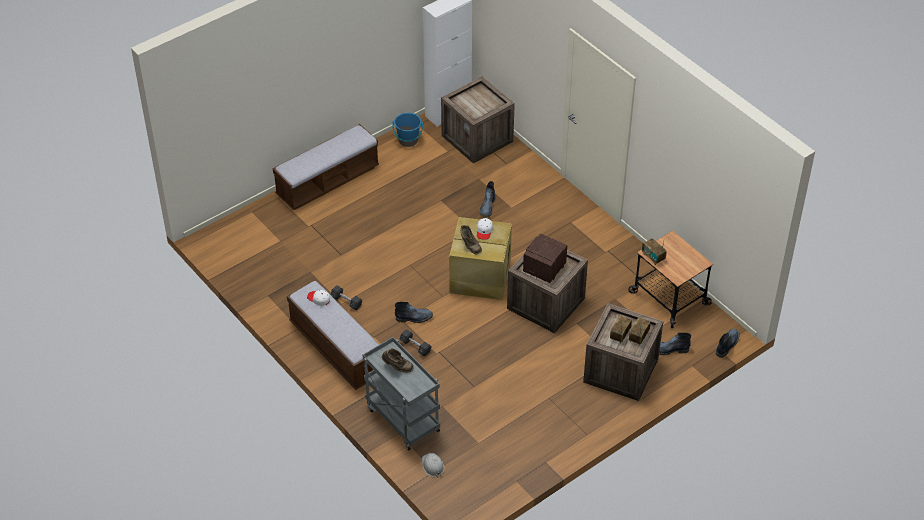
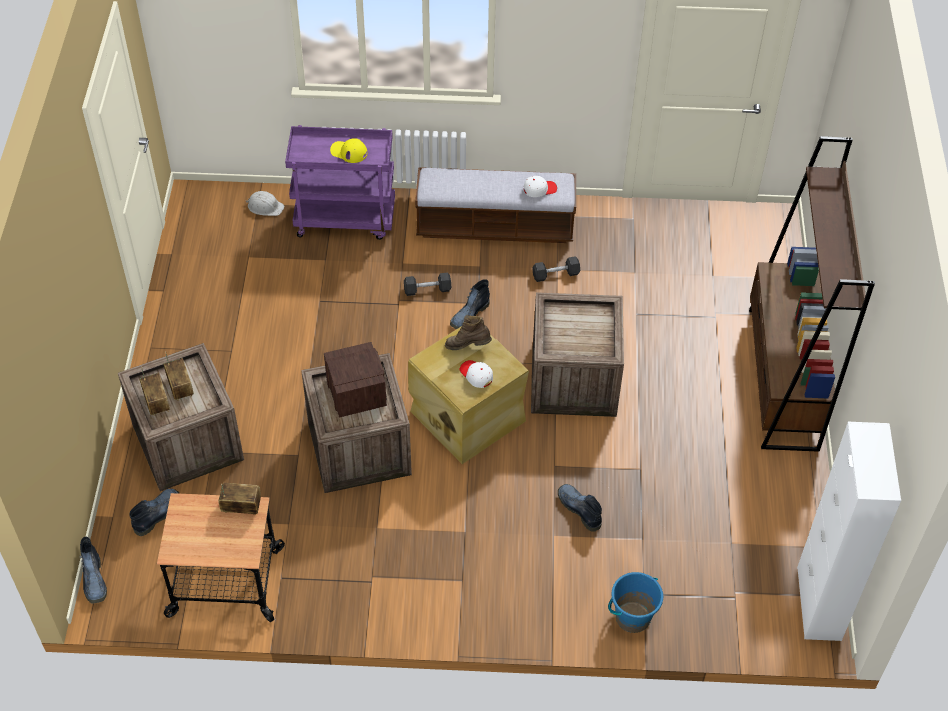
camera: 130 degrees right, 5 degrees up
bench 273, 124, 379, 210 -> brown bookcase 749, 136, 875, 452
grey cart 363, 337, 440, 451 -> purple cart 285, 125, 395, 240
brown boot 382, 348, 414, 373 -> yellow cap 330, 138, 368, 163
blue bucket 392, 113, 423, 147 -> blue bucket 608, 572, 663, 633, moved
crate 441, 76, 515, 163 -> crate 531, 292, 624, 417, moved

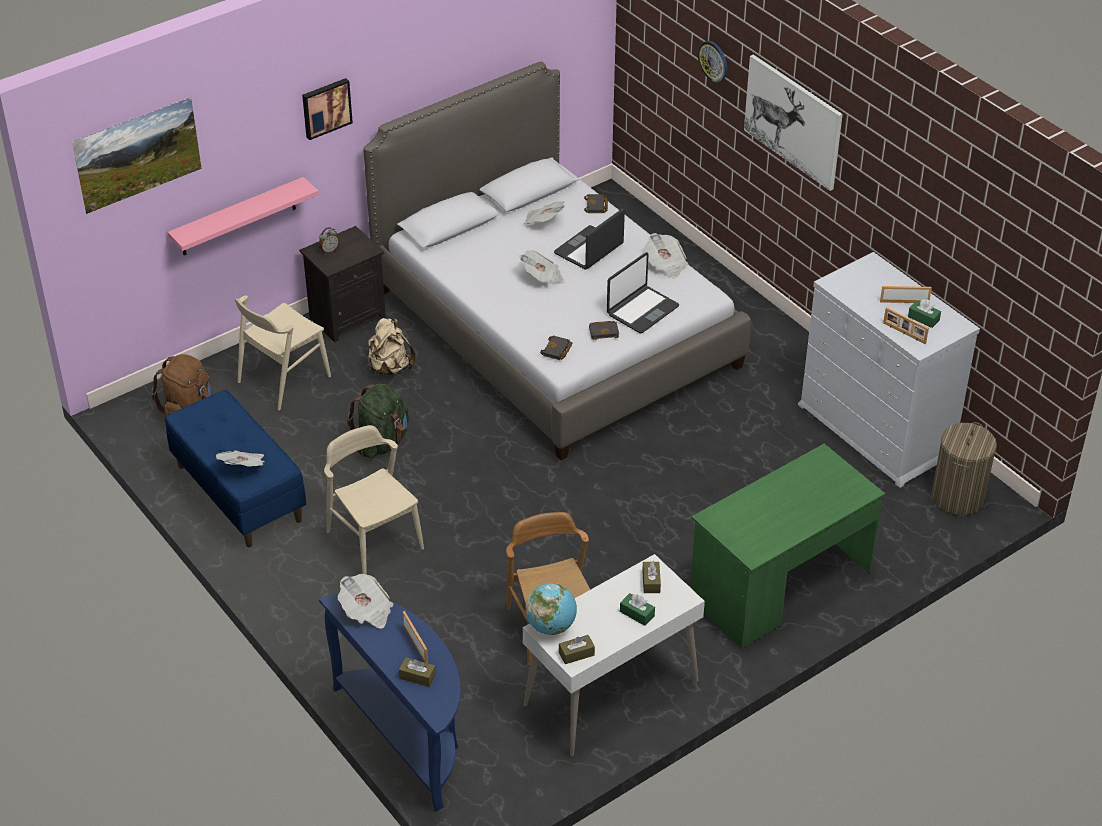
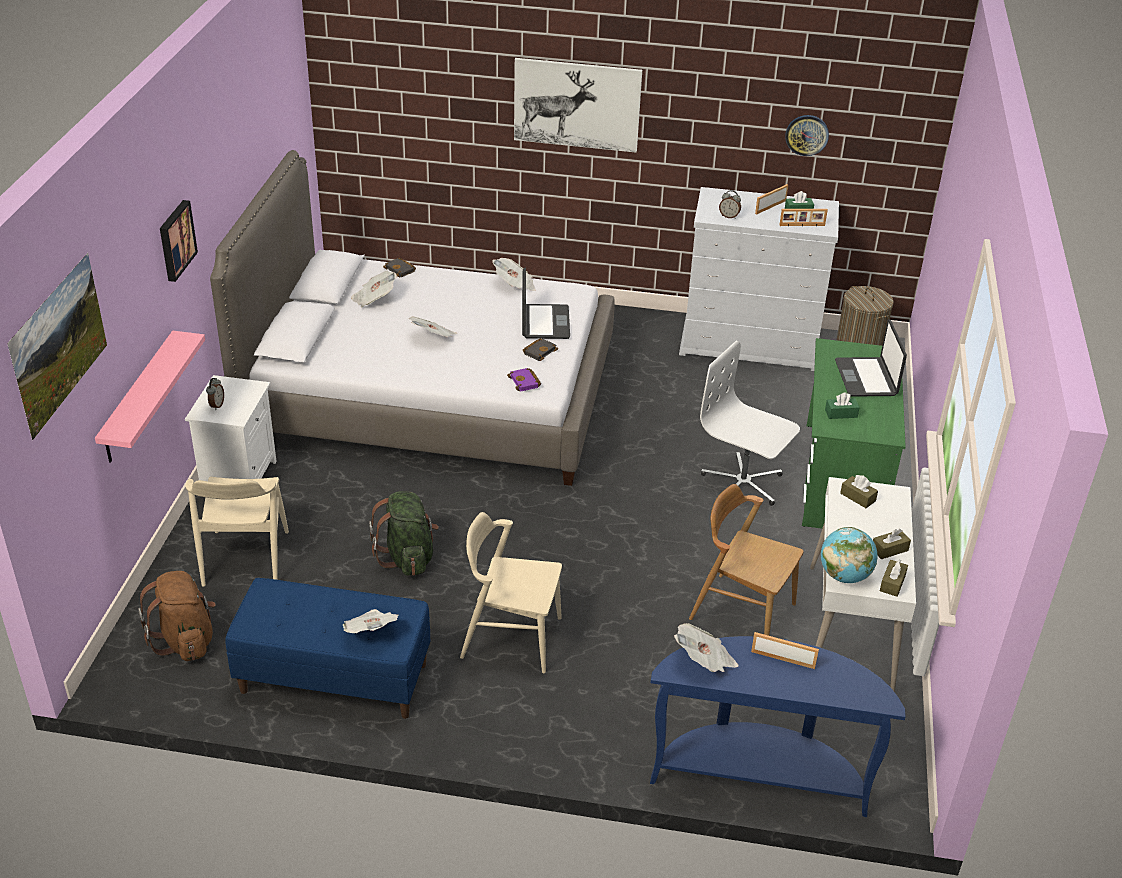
camera: 45 degrees left, 5 degrees down
black nightstand 299, 226, 386, 343 -> white nightstand 185, 375, 276, 481
beige backpack 368, 318, 416, 375 -> none
brown tissue box 399, 657, 436, 687 -> brown tissue box 873, 529, 911, 559, moved
black book 540, 336, 573, 360 -> purple book 507, 368, 541, 392
laptop 554, 208, 625, 269 -> laptop 835, 319, 907, 397, moved
green tissue box 620, 593, 655, 626 -> green tissue box 825, 392, 860, 419, moved
wall clock 698, 41, 727, 82 -> wall clock 785, 115, 829, 156, moved
none -> white office chair 700, 341, 800, 506
none -> alarm clock 719, 190, 741, 219

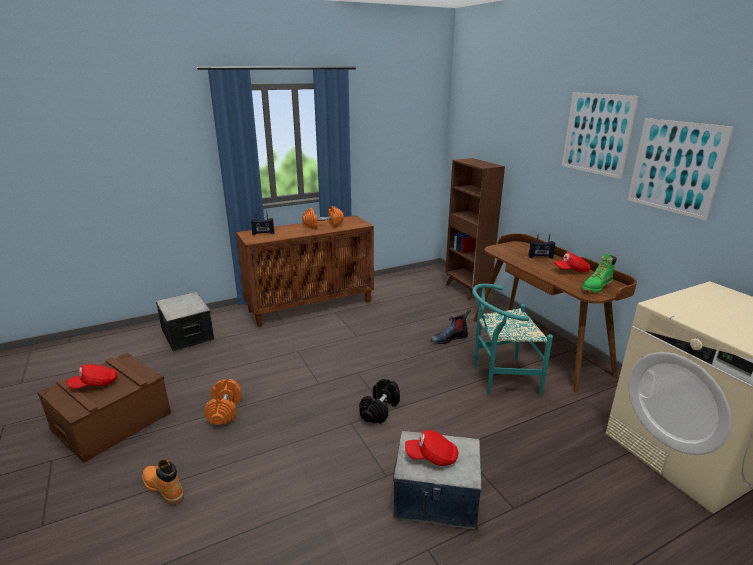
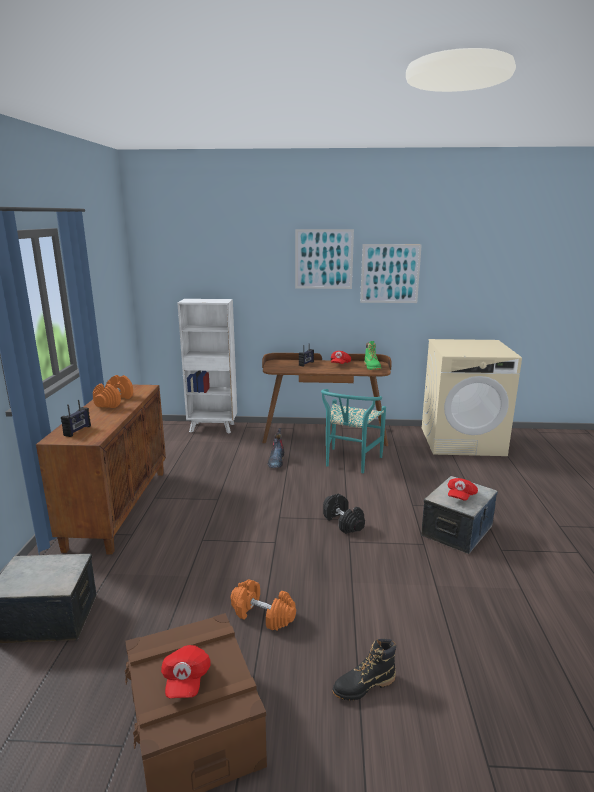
camera: 60 degrees left, 5 degrees down
orange boot 142, 459, 184, 505 -> black boot 333, 639, 396, 700
brown bookcase 445, 158, 505, 300 -> white bookcase 177, 299, 237, 434

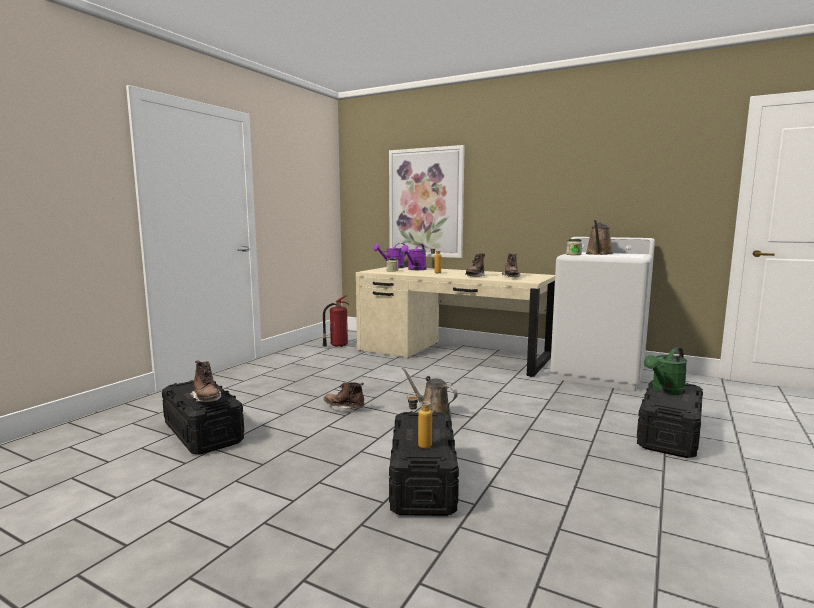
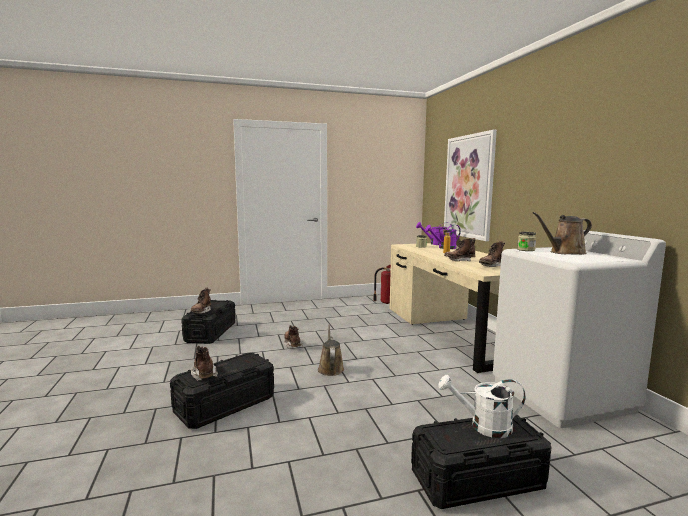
camera: 45 degrees right, 0 degrees up
bottle 407, 392, 432, 449 -> brown boot 191, 346, 218, 381
green watering can 644, 347, 687, 395 -> white watering can 438, 375, 526, 438

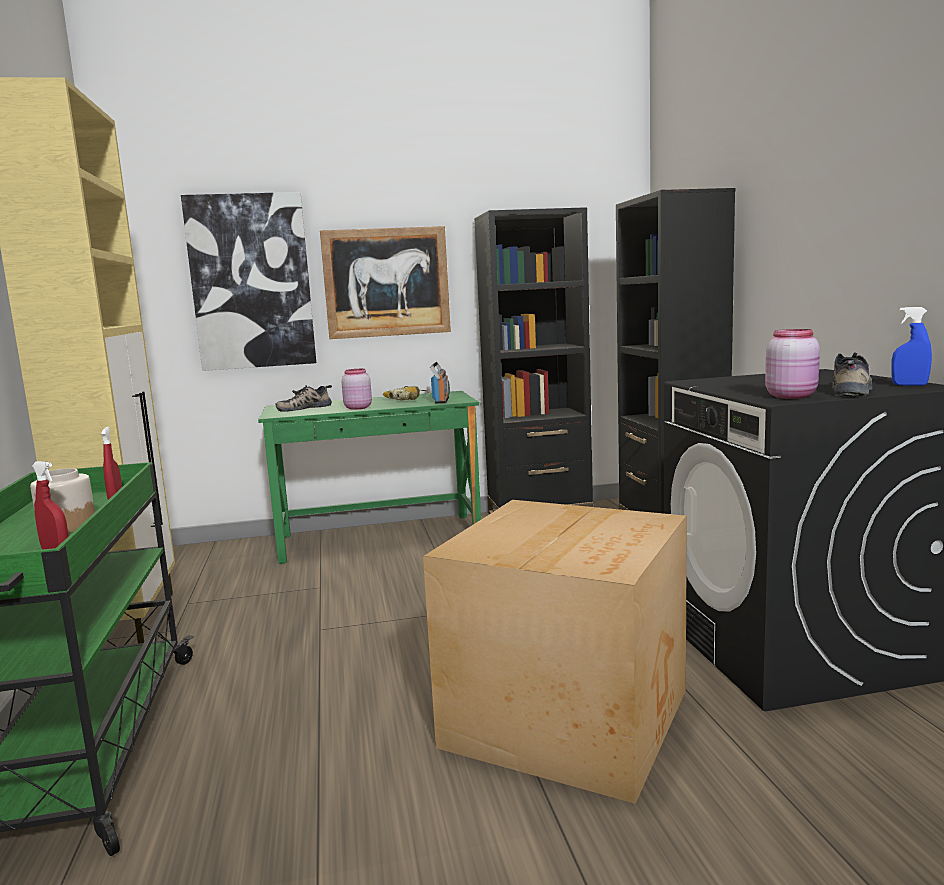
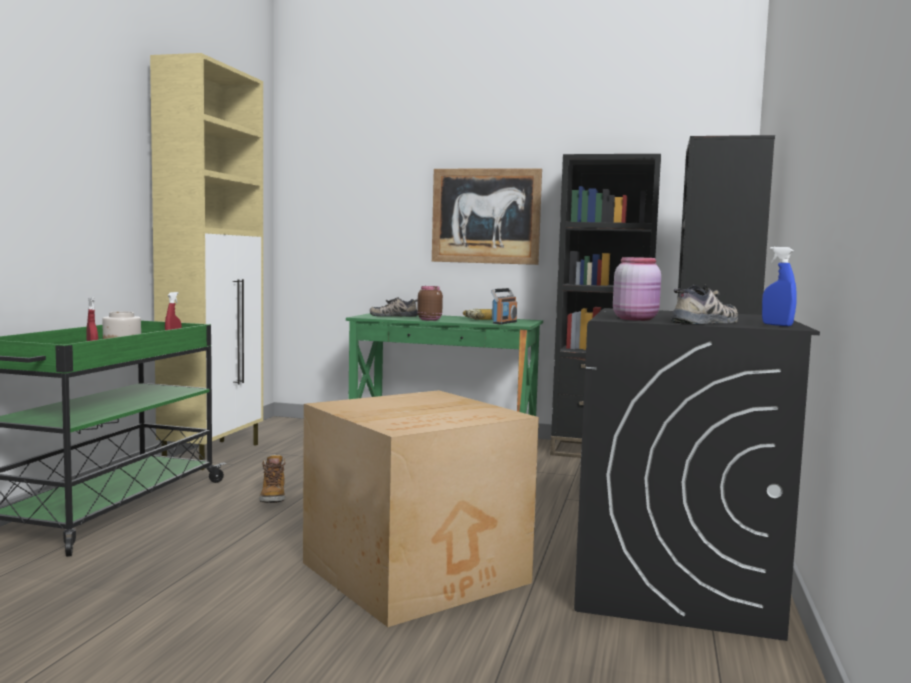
camera: 25 degrees right, 5 degrees down
picture 181, 192, 316, 371 -> none
pink jar 341, 369, 372, 410 -> brown jar 417, 286, 443, 321
none -> boot 259, 454, 285, 503

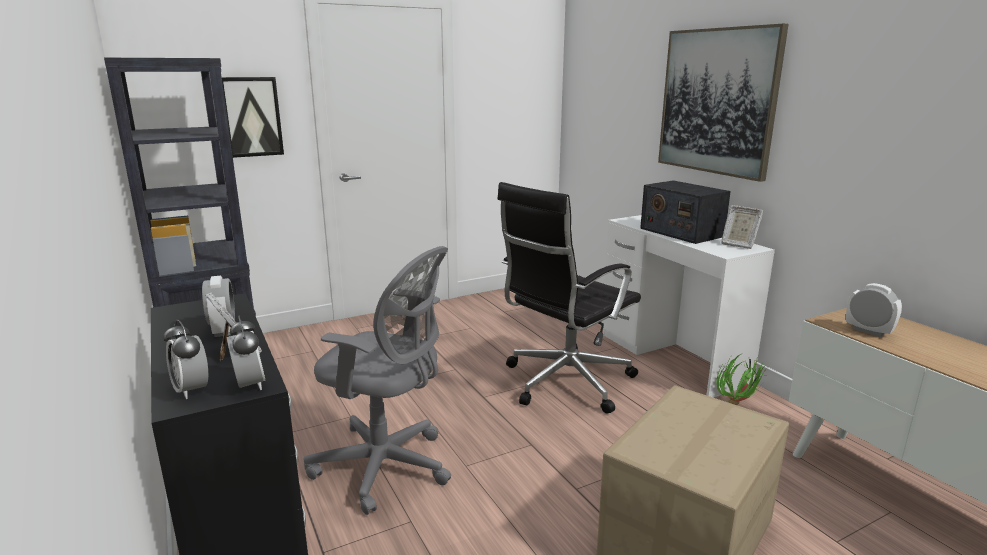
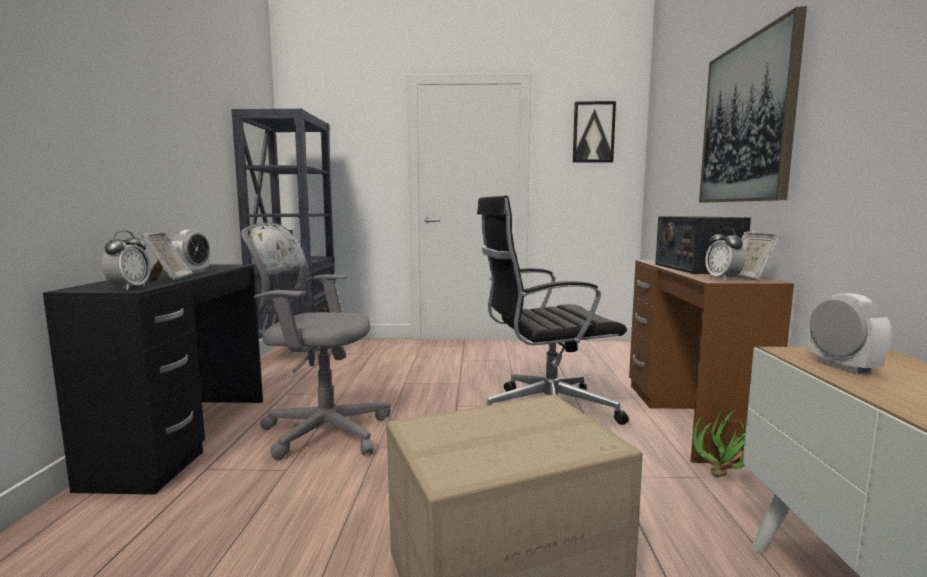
camera: 30 degrees right, 10 degrees down
alarm clock 163, 320, 208, 399 -> alarm clock 705, 228, 746, 281, moved
picture 222, 77, 284, 158 -> picture 573, 101, 616, 163, moved
grey office chair 303, 246, 451, 515 -> grey office chair 241, 223, 391, 460, 135 degrees clockwise
white desk 602, 215, 775, 398 -> brown desk 629, 260, 794, 463

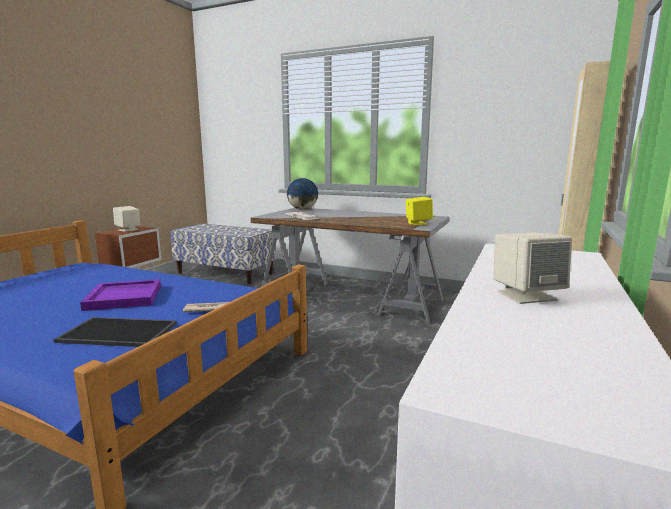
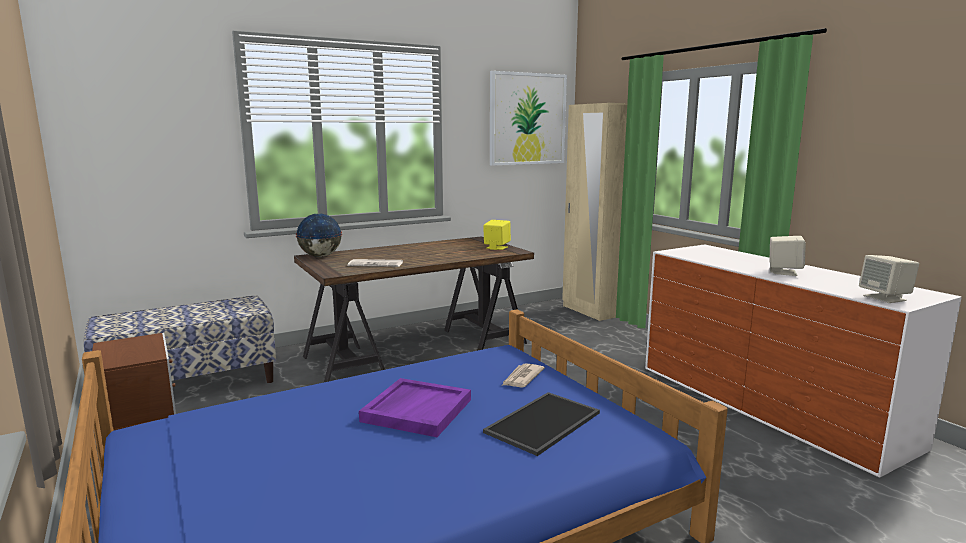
camera: 55 degrees left, 0 degrees up
beige speaker 113, 206, 140, 232 -> beige speaker 859, 255, 919, 303, moved
grey desk 251, 208, 449, 324 -> brown desk 294, 236, 534, 382
none -> picture 490, 71, 567, 166

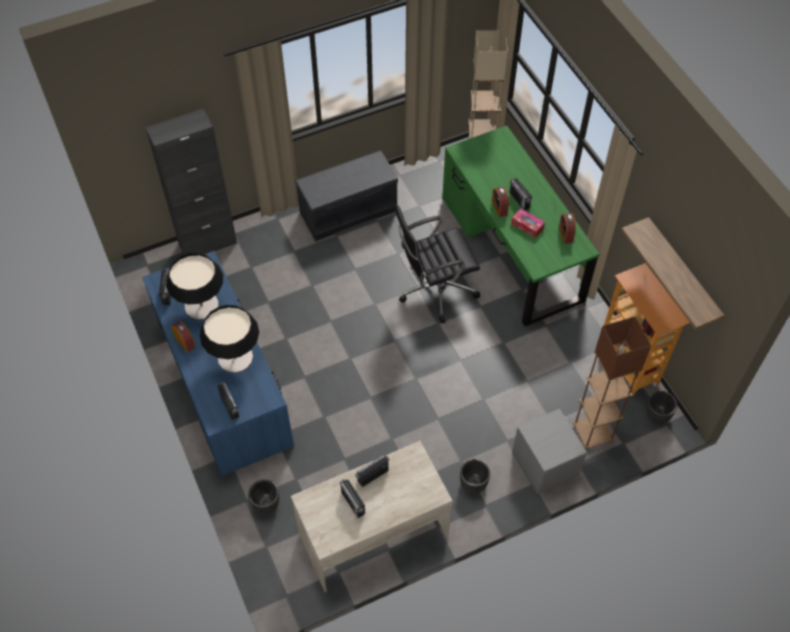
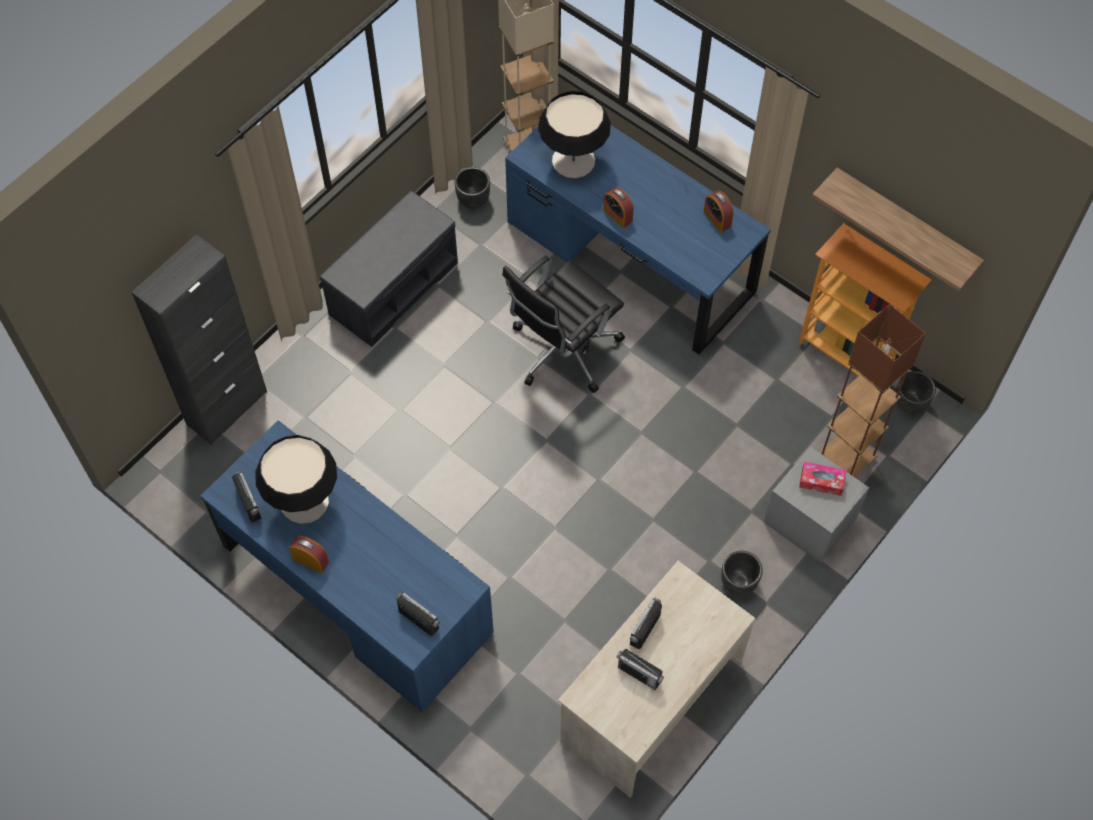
camera: 25 degrees left, 5 degrees up
table lamp 200, 305, 259, 373 -> table lamp 538, 90, 611, 179, moved
black planter 248, 479, 279, 514 -> black planter 455, 167, 490, 209, moved
green desk 442, 126, 600, 326 -> blue desk 505, 125, 771, 354
radio 509, 176, 532, 211 -> none
tissue box 511, 208, 545, 238 -> tissue box 799, 462, 847, 496, moved

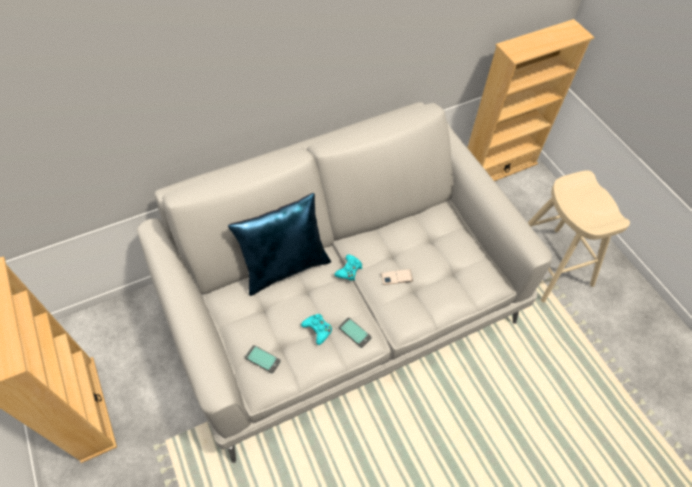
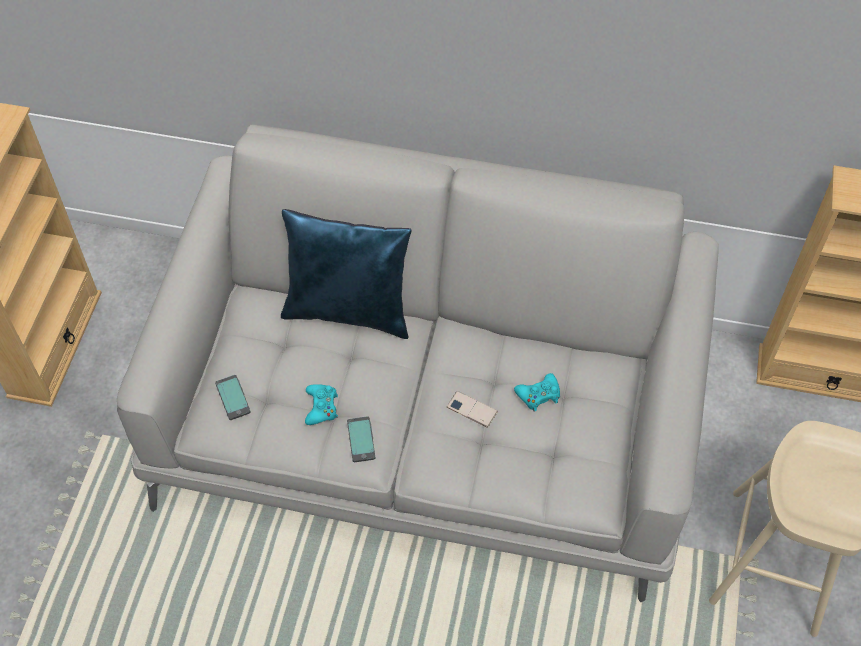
camera: 40 degrees right, 0 degrees up
turquoise game controller 335, 254, 362, 281 -> turquoise game controller 514, 373, 560, 412, moved

